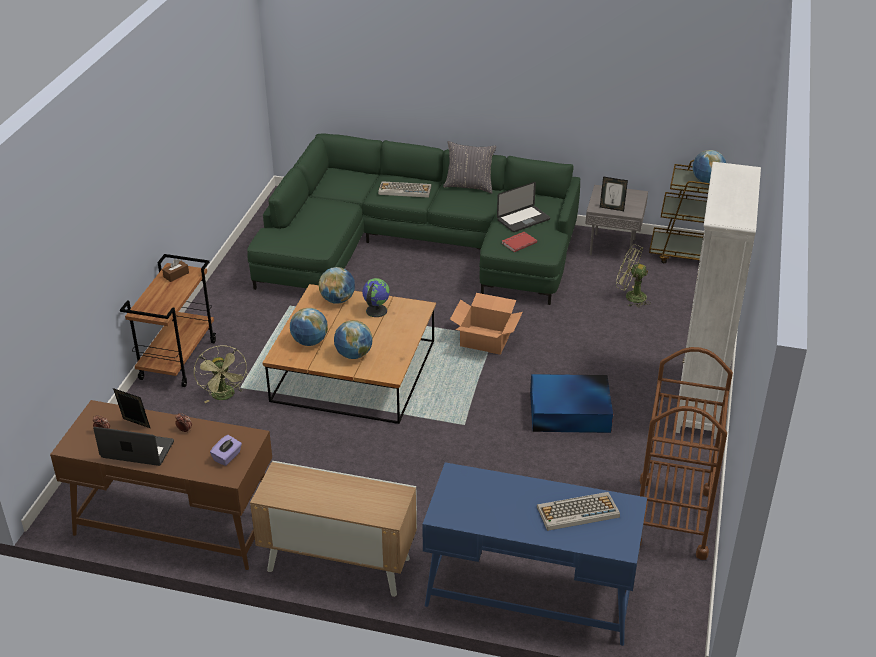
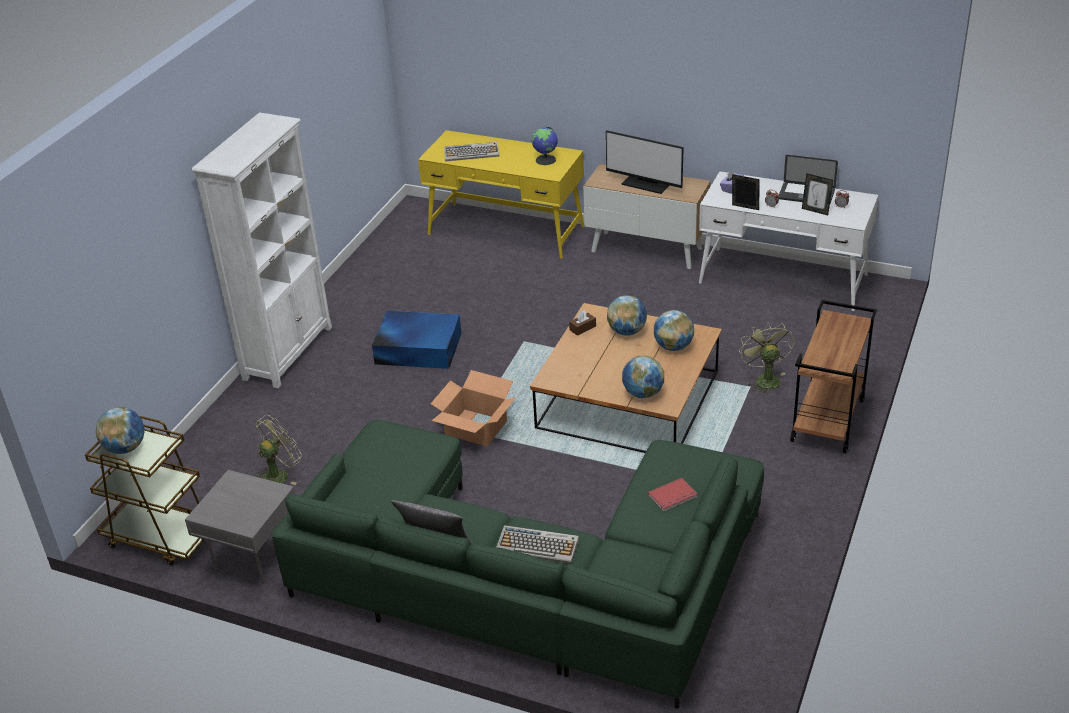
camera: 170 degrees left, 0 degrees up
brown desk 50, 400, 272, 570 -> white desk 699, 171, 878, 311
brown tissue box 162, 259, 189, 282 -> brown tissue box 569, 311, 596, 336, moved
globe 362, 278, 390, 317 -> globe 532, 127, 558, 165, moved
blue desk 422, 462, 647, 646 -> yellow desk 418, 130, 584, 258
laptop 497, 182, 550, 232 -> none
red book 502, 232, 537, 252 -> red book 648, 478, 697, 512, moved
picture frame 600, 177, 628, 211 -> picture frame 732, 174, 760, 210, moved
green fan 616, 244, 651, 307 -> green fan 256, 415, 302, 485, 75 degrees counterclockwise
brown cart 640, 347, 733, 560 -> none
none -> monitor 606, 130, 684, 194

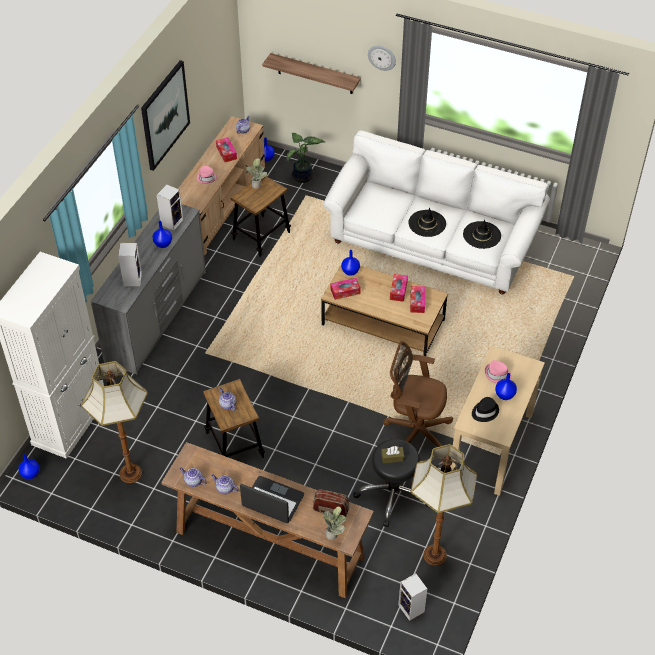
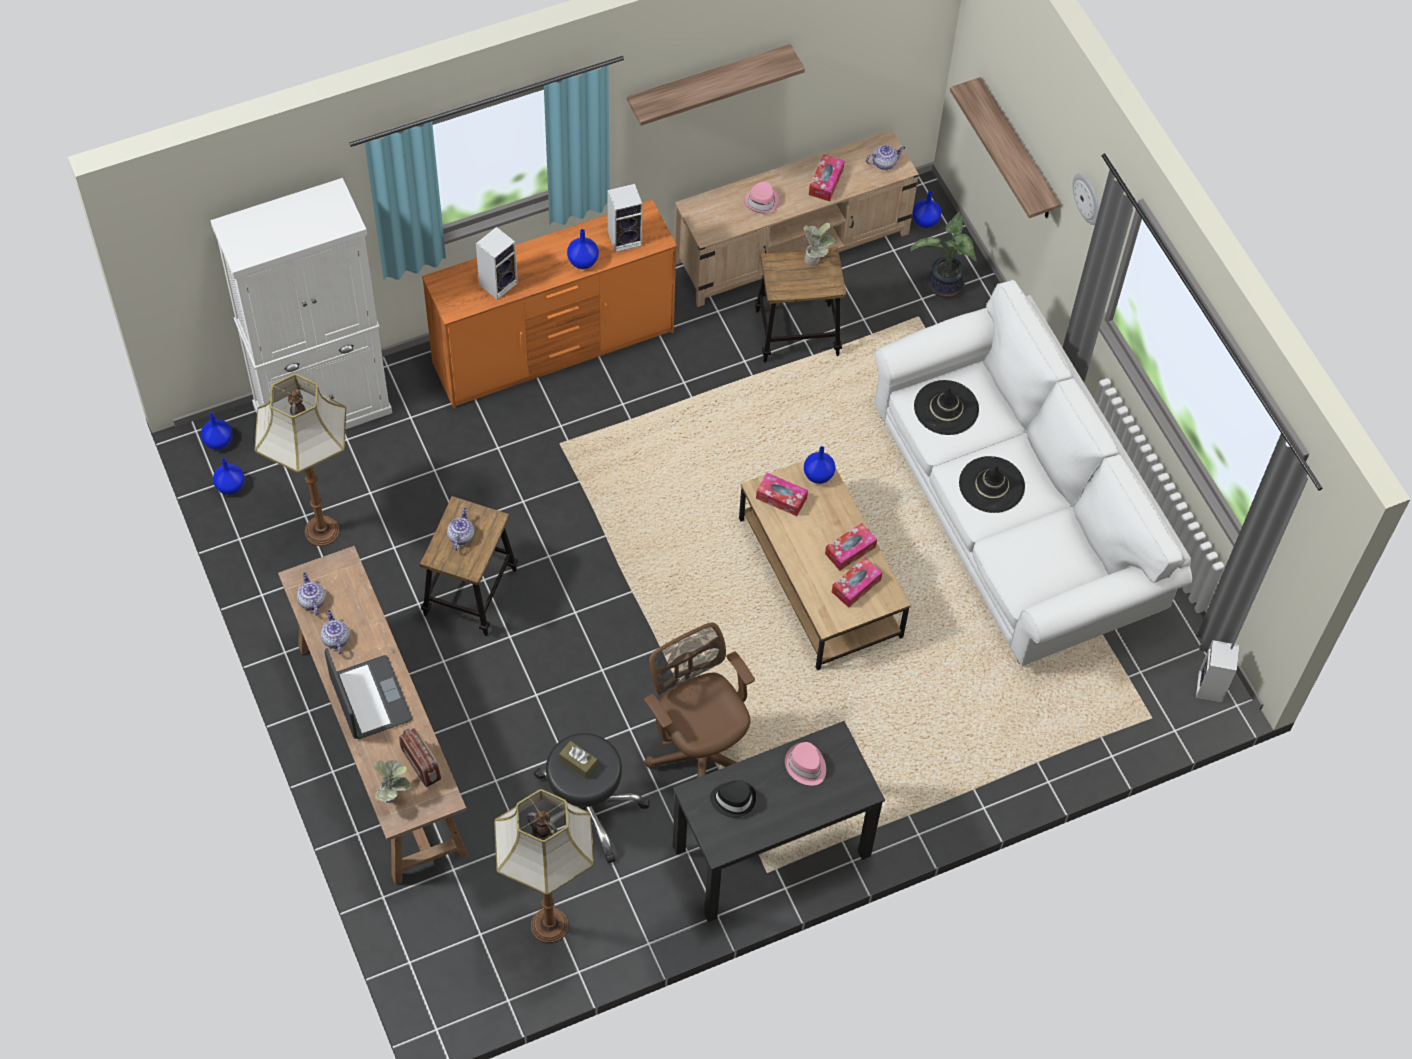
camera: 40 degrees right, 10 degrees up
grey dresser 90, 204, 206, 374 -> orange dresser 422, 199, 677, 409
picture 141, 60, 190, 171 -> shelf 627, 44, 805, 126
speaker 398, 573, 427, 621 -> speaker 1196, 640, 1239, 703, moved
beige desk 450, 345, 545, 496 -> black desk 673, 721, 885, 922
black hat 463, 220, 501, 249 -> black hat 914, 380, 979, 435, moved
blue vase 495, 373, 517, 400 -> blue vase 213, 458, 245, 495, moved

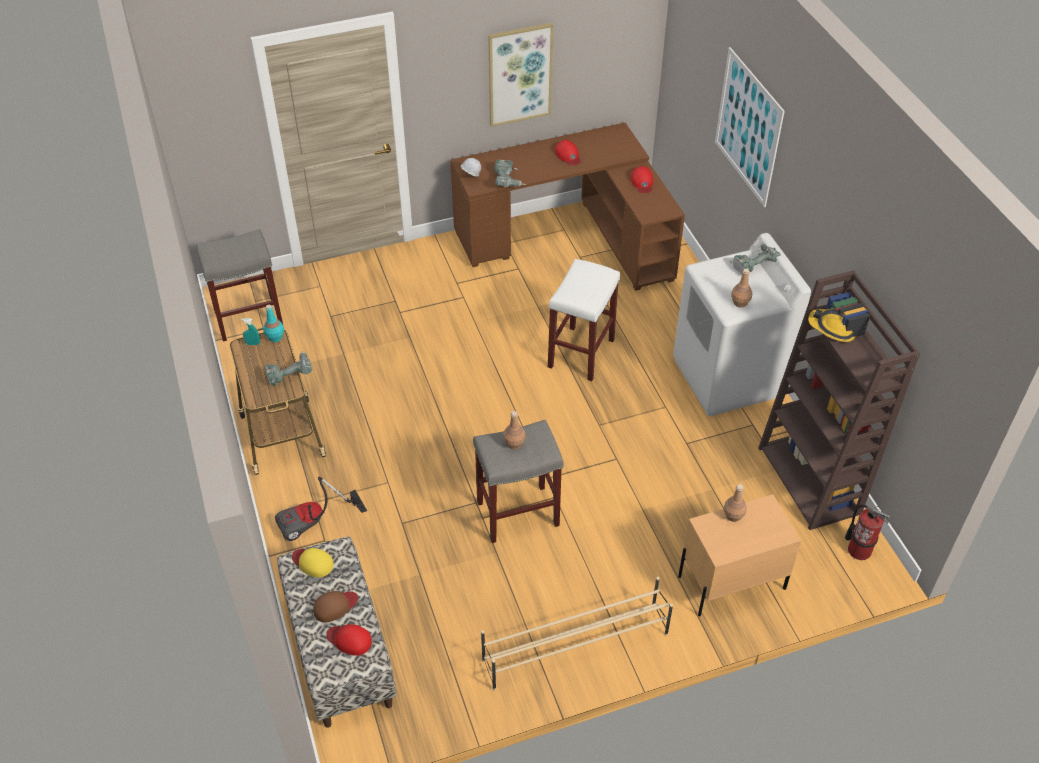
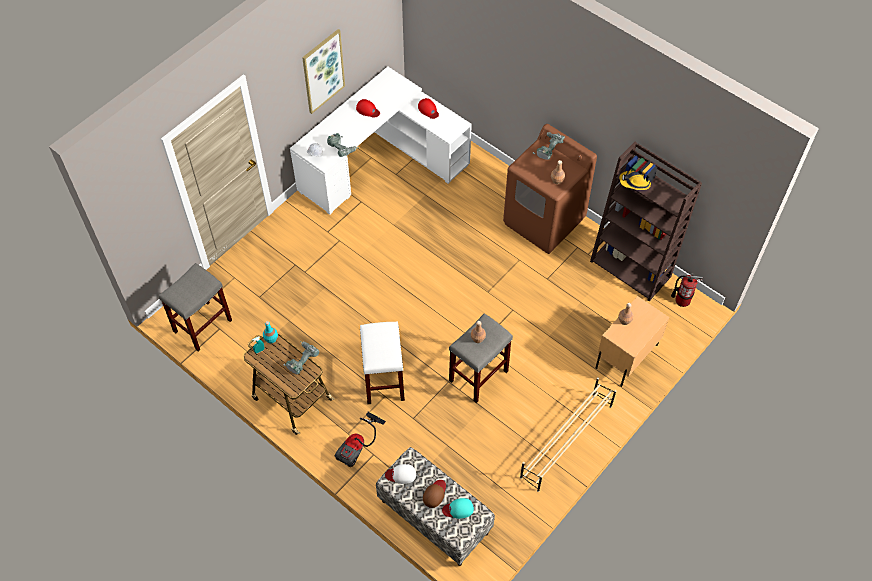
camera: 30 degrees left, 10 degrees up
yellow cap 292, 548, 333, 578 -> white cap 385, 464, 416, 484
red cap 327, 624, 372, 656 -> turquoise cap 442, 498, 474, 519
brown desk 450, 123, 685, 291 -> white desk 290, 66, 472, 215
white stool 548, 259, 620, 381 -> white stool 360, 322, 405, 404, moved
white washing machine 673, 233, 811, 416 -> brown washing machine 503, 124, 597, 254
picture 715, 47, 785, 207 -> none

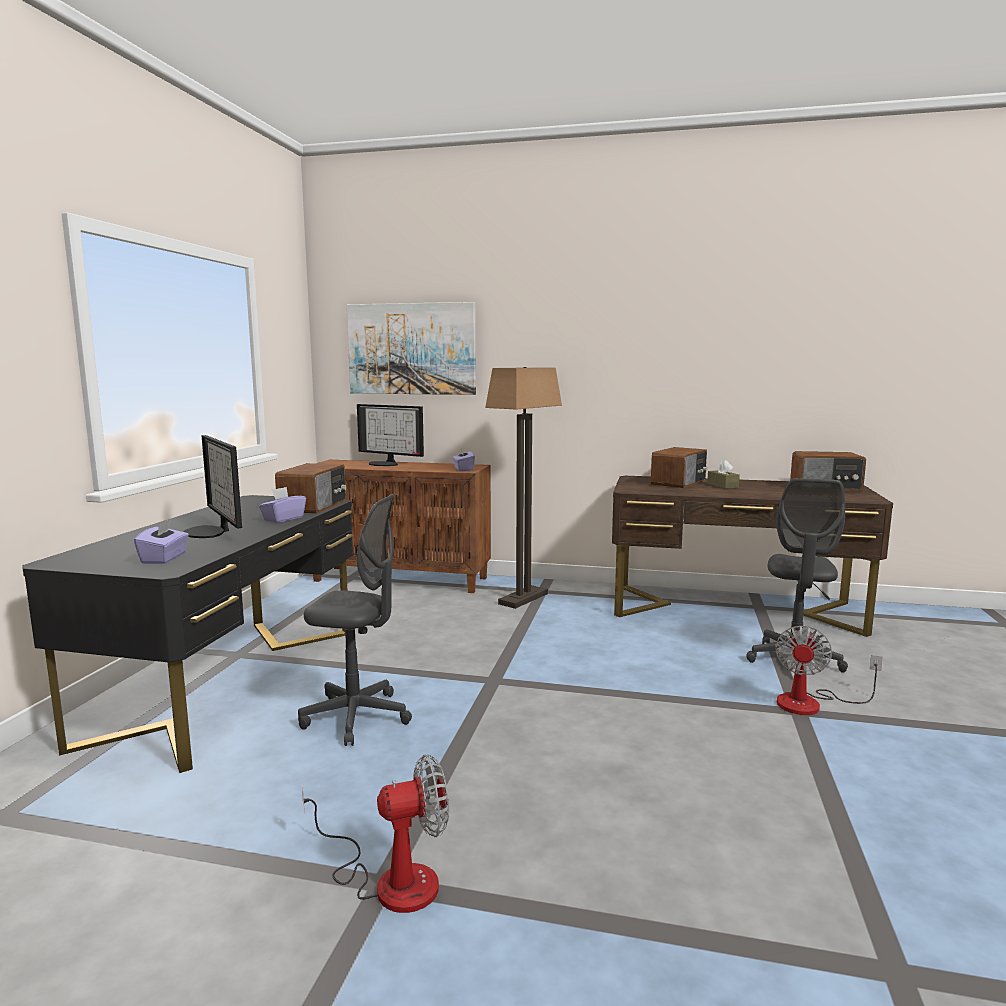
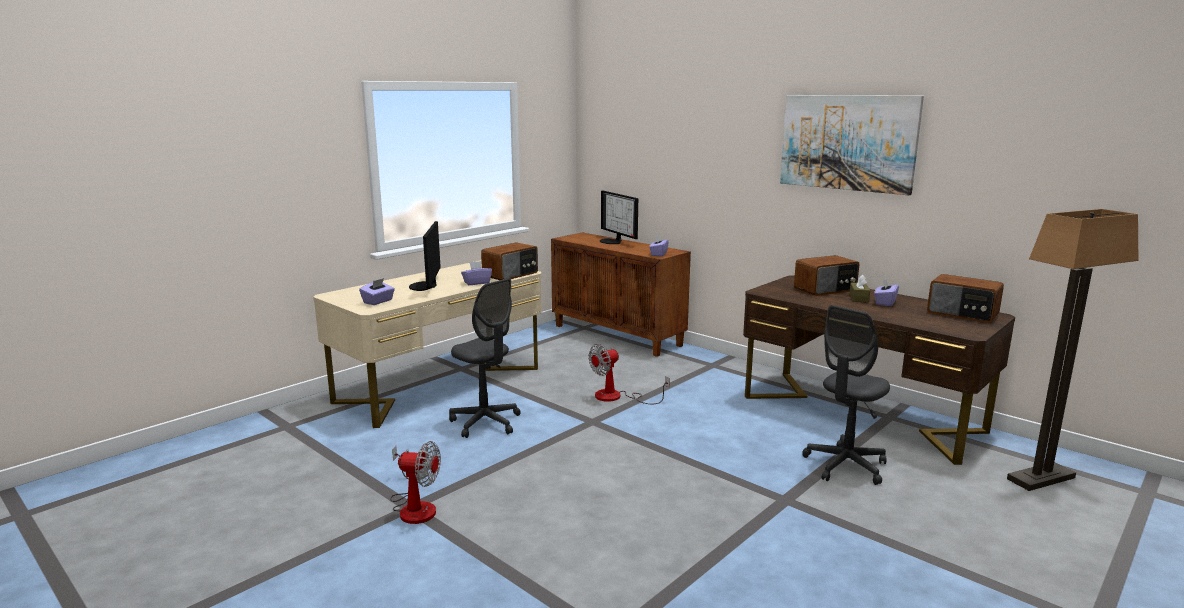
camera: 30 degrees right, 5 degrees up
black desk 22, 495, 353, 773 -> beige desk 313, 260, 542, 428
picture 347, 302, 476, 395 -> picture 780, 95, 924, 195, moved
floor lamp 485, 367, 562, 609 -> floor lamp 1007, 209, 1139, 491, moved
fan 775, 625, 883, 715 -> fan 588, 344, 670, 404, moved
none -> purple tissue box 874, 279, 899, 306

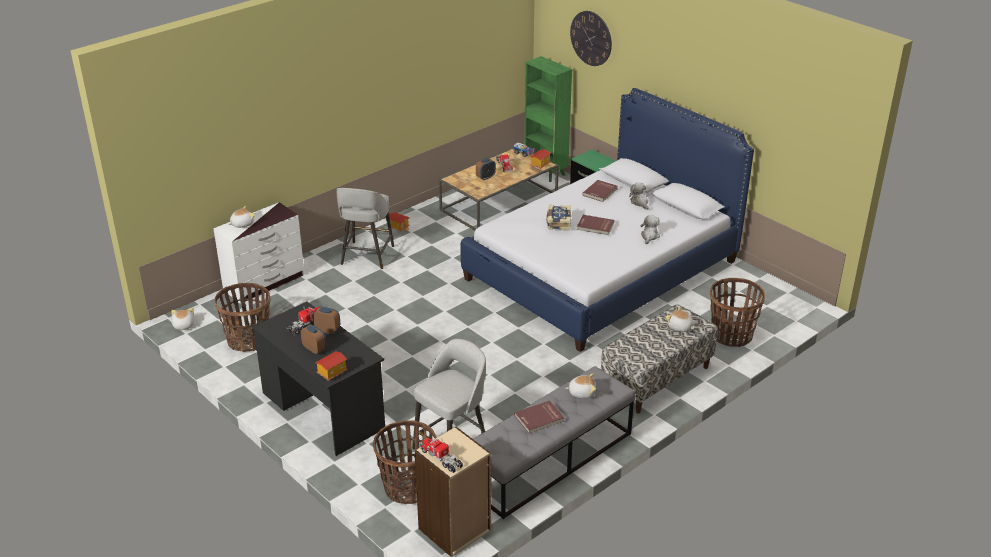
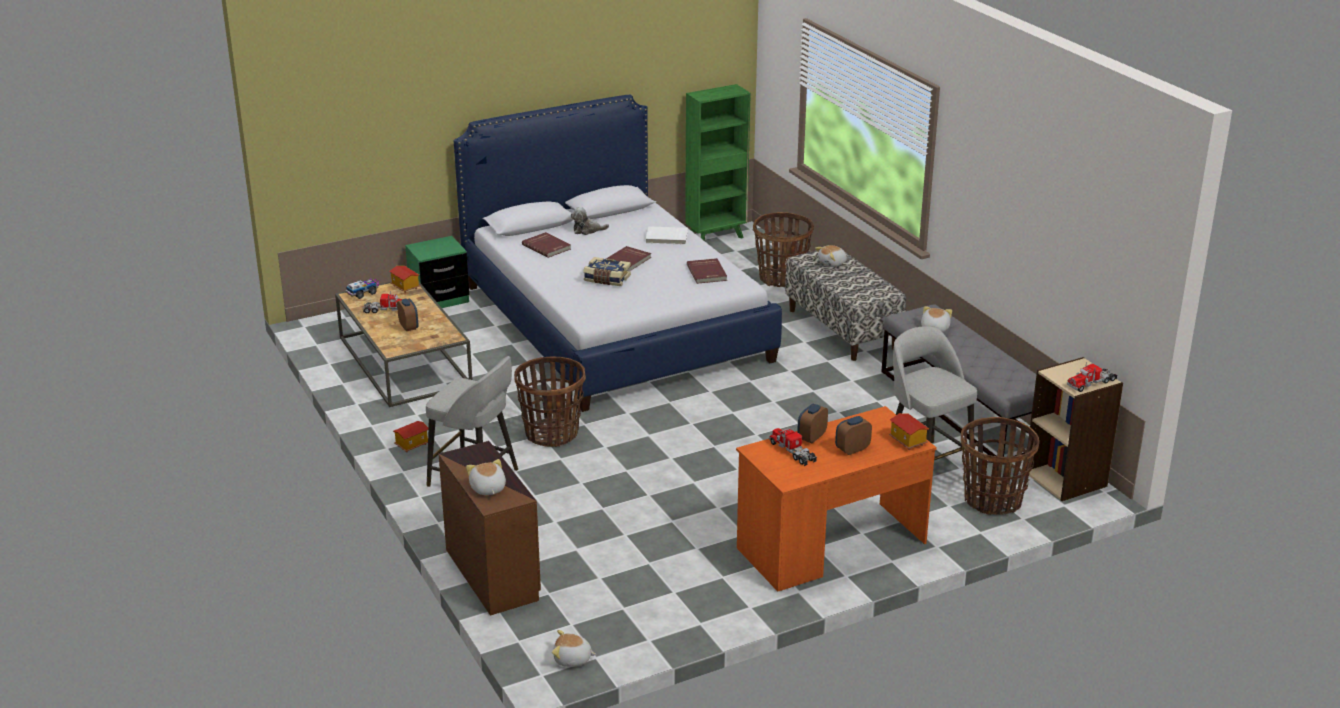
camera: 75 degrees left, 5 degrees down
white dresser 213, 202, 304, 304 -> brown dresser 438, 441, 541, 616
basket 214, 283, 271, 352 -> basket 514, 357, 586, 447, moved
black desk 252, 302, 385, 456 -> orange desk 736, 406, 937, 592
red book 514, 401, 564, 433 -> red book 687, 258, 727, 284, moved
green bookcase 524, 56, 572, 182 -> green bookcase 685, 84, 751, 241, moved
wall clock 570, 11, 612, 66 -> none
plush toy 640, 215, 660, 244 -> white book 646, 226, 688, 245

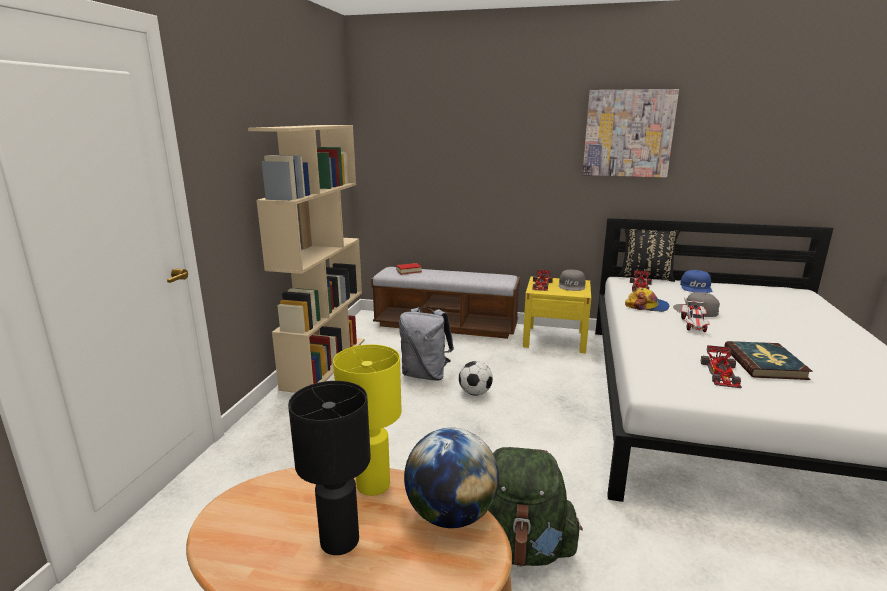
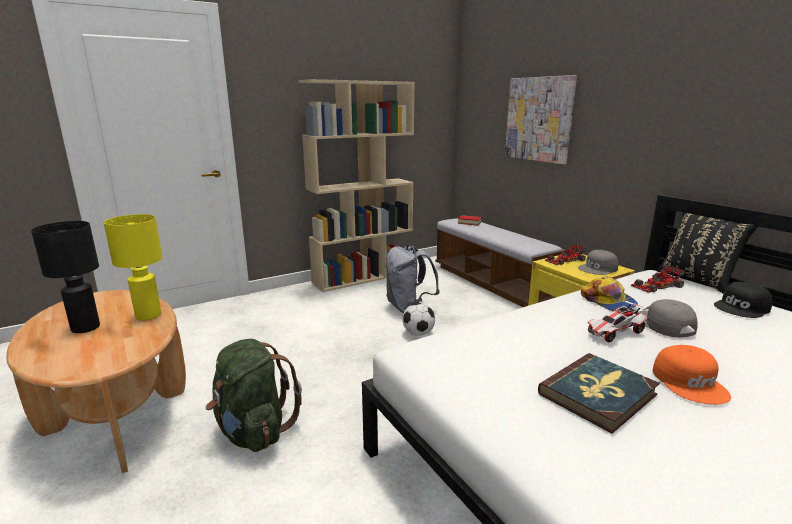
camera: 45 degrees right, 0 degrees up
globe 404, 428, 499, 528 -> none
picture 582, 89, 679, 177 -> picture 505, 75, 577, 164, moved
blue cap 680, 270, 712, 293 -> black cap 714, 282, 773, 318
toy car 701, 345, 742, 388 -> none
none -> orange cap 653, 345, 731, 405

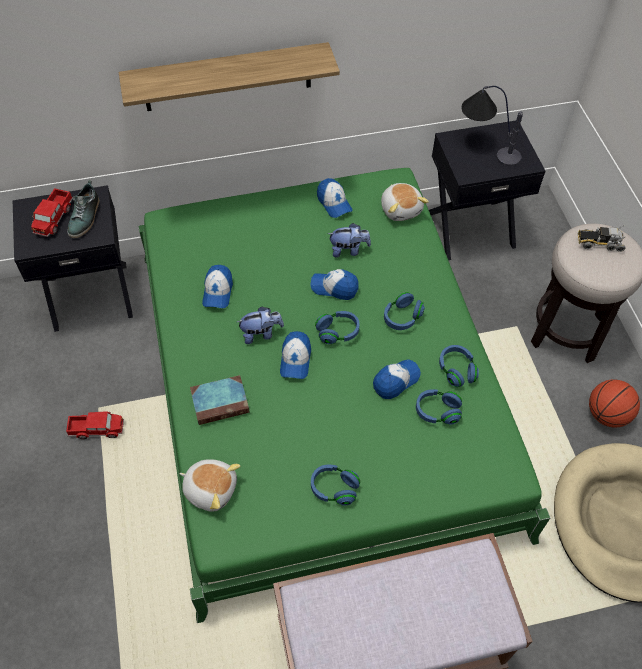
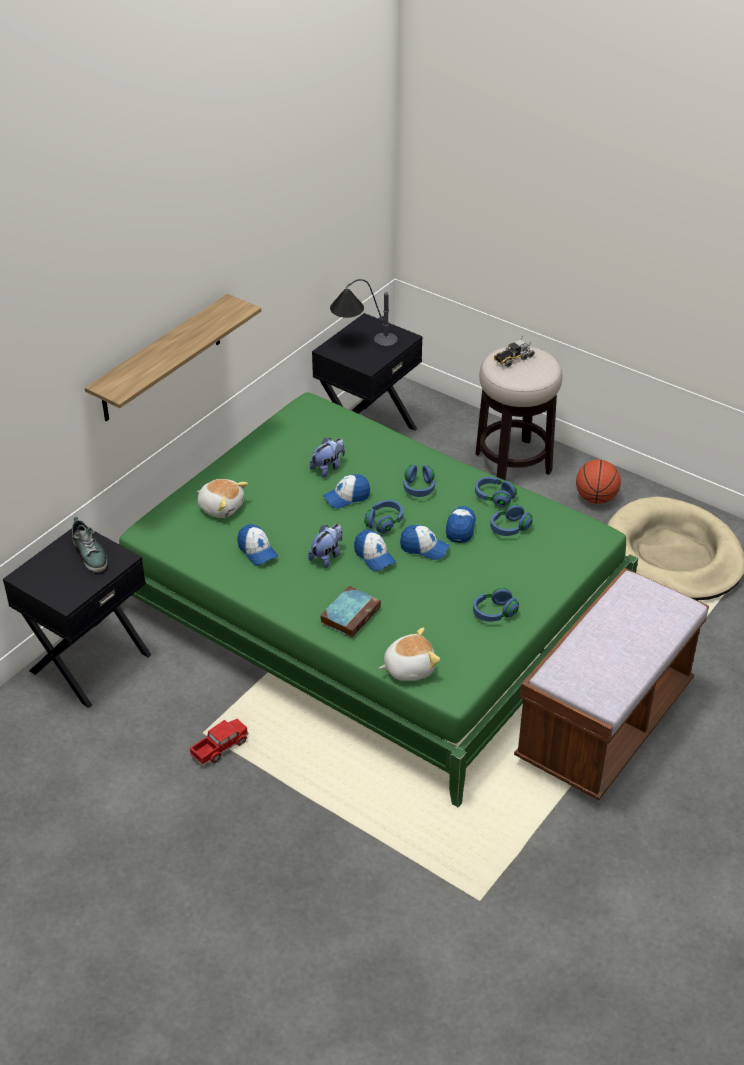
camera: 40 degrees left, 15 degrees down
toy truck 31, 188, 73, 237 -> none
cap 317, 178, 352, 218 -> cap 400, 525, 450, 560, moved
plush toy 381, 183, 429, 221 -> plush toy 197, 479, 248, 518, moved

